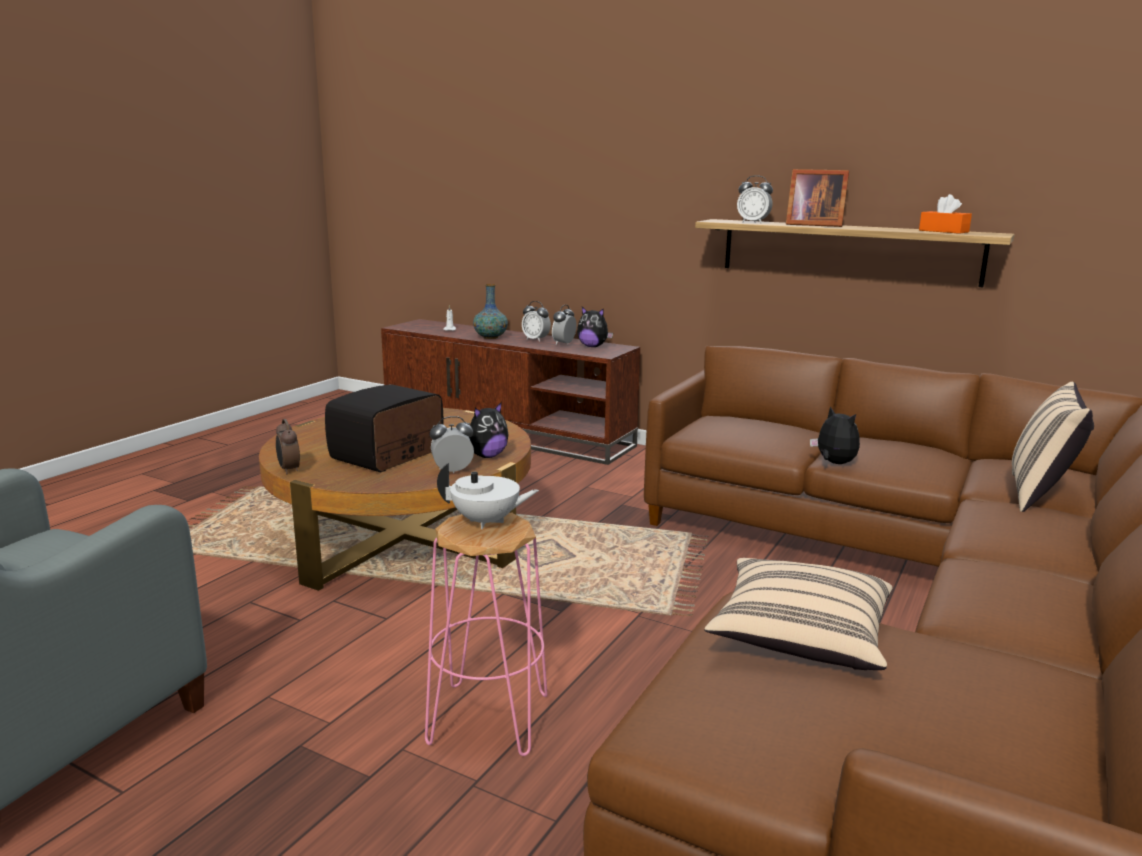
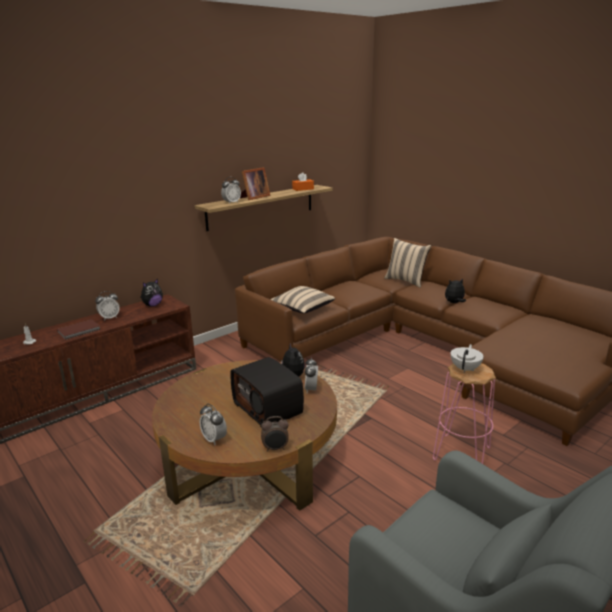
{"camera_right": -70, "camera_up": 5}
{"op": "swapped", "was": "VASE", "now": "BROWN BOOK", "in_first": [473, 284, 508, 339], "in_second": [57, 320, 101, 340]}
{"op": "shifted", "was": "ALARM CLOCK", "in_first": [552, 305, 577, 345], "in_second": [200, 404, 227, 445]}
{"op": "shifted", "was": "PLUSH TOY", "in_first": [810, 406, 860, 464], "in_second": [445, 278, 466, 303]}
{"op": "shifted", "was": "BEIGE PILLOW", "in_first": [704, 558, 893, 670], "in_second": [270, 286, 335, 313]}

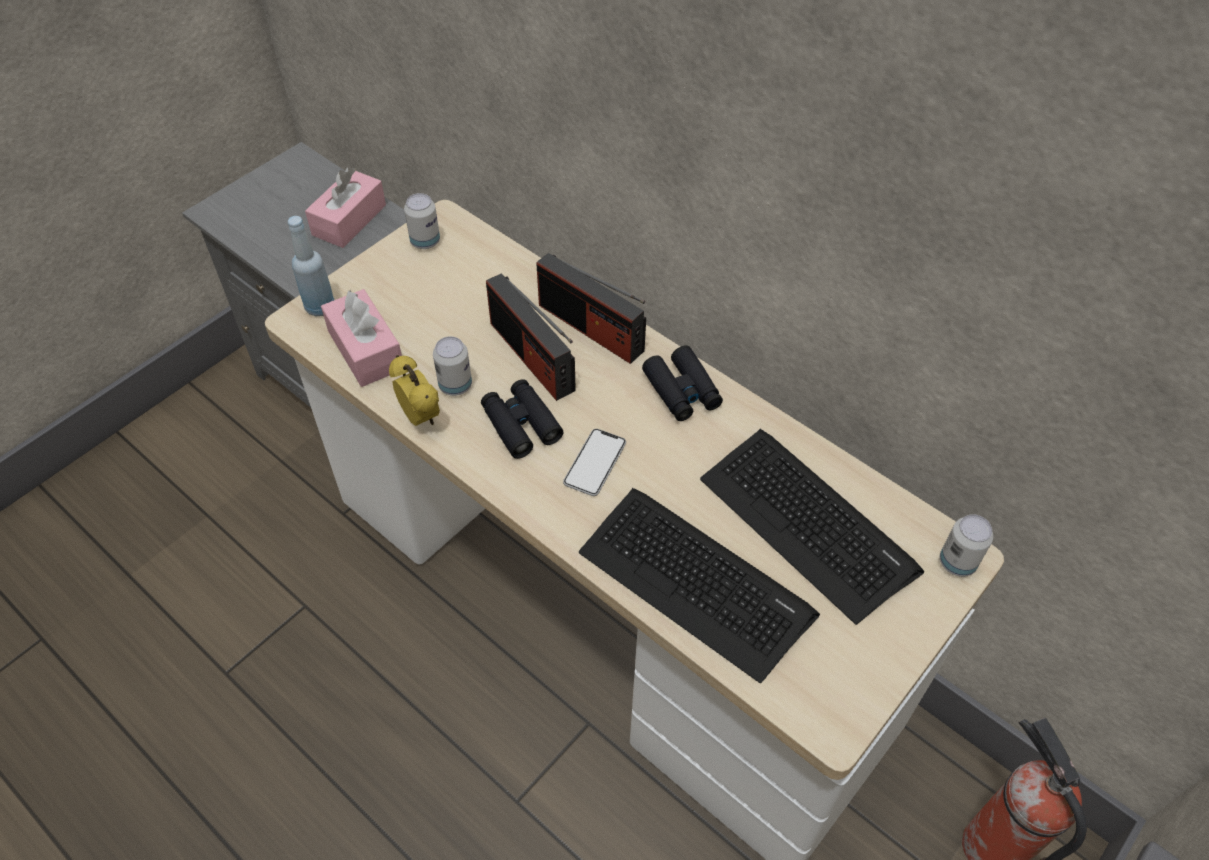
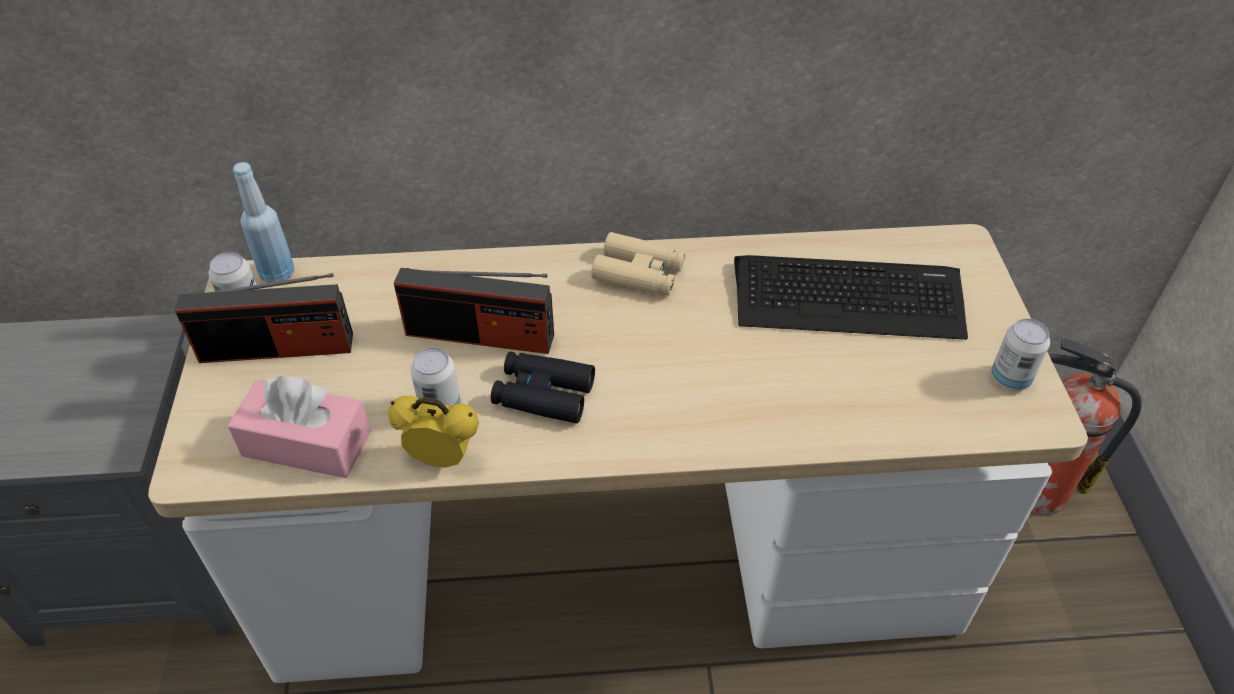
{"camera_right": -45, "camera_up": -5}
{"op": "gone", "was": "PINK TISSUE BOX", "in_first": [305, 167, 386, 248]}
{"op": "shifted", "was": "BLUE BOTTLE", "in_first": [288, 216, 334, 316], "in_second": [233, 162, 294, 283]}
{"op": "shifted", "was": "RADIO", "in_first": [536, 253, 646, 364], "in_second": [175, 273, 353, 363]}
{"op": "repainted", "was": "BLACK BINOCULARS", "now": "BEIGE BINOCULARS", "in_first": [642, 346, 723, 421], "in_second": [591, 232, 685, 295]}
{"op": "gone", "was": "PHONE", "in_first": [563, 429, 626, 496]}
{"op": "gone", "was": "KEYBOARD", "in_first": [579, 488, 820, 683]}
{"op": "shifted", "was": "CAN", "in_first": [940, 514, 993, 577], "in_second": [991, 319, 1050, 391]}

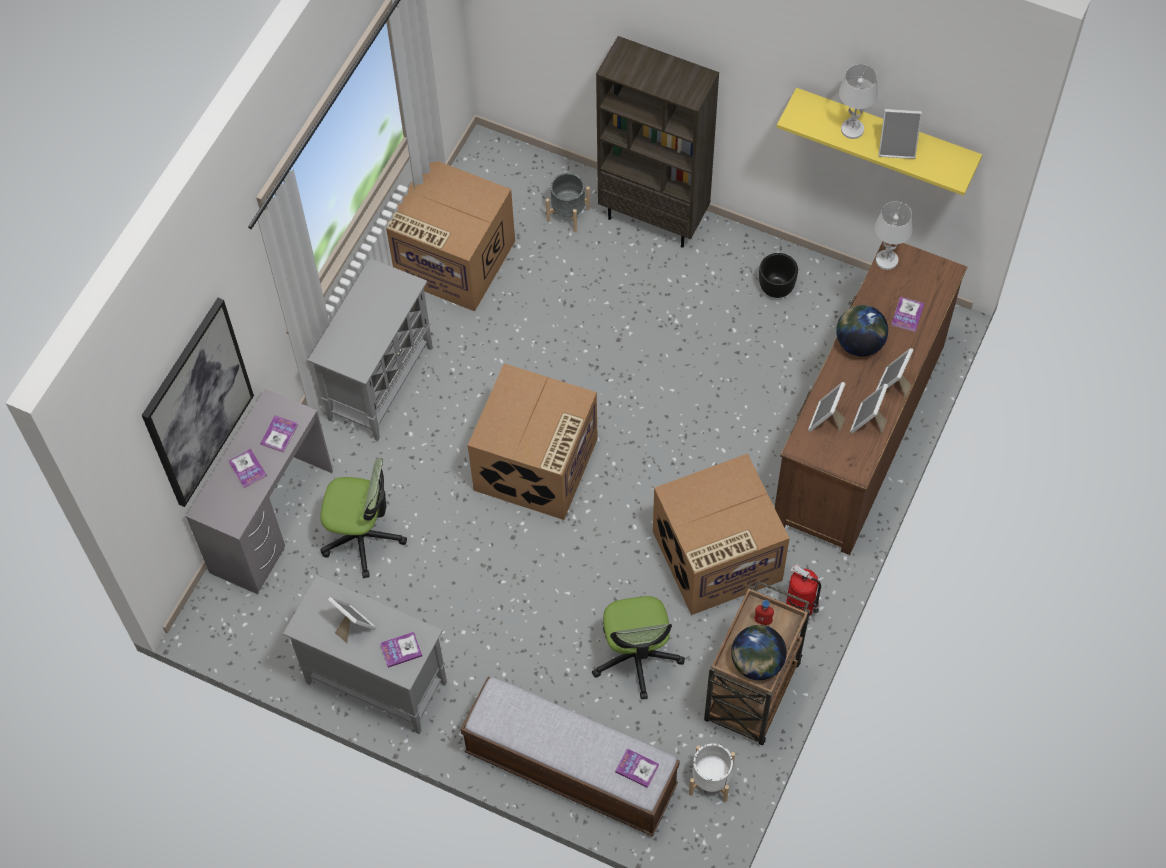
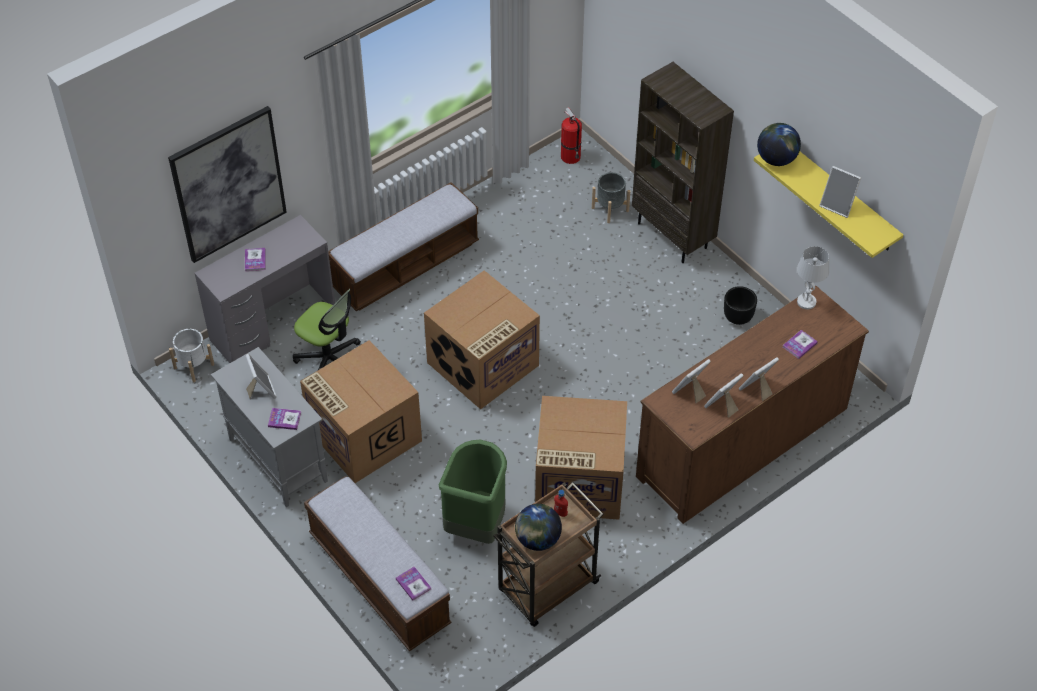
{"camera_right": 25, "camera_up": -10}
{"op": "gone", "was": "WHITE TABLE LAMP", "in_first": [839, 64, 878, 139]}
{"op": "shifted", "was": "CARDBOARD BOX", "in_first": [386, 161, 515, 311], "in_second": [300, 340, 422, 483]}
{"op": "swapped", "was": "GREY CABINET", "now": "BENCH", "in_first": [308, 258, 433, 441], "in_second": [328, 182, 479, 311]}
{"op": "shifted", "was": "GLOBE", "in_first": [836, 305, 888, 357], "in_second": [757, 123, 801, 166]}
{"op": "gone", "was": "BOOK", "in_first": [260, 415, 298, 453]}
{"op": "shifted", "was": "FIRE EXTINGUISHER", "in_first": [786, 564, 821, 616], "in_second": [561, 107, 582, 164]}
{"op": "swapped", "was": "OFFICE CHAIR", "now": "GREEN TRASH CAN", "in_first": [592, 596, 685, 700], "in_second": [439, 440, 507, 544]}
{"op": "shifted", "was": "WHITE PLANTER", "in_first": [689, 743, 735, 802], "in_second": [169, 329, 214, 382]}

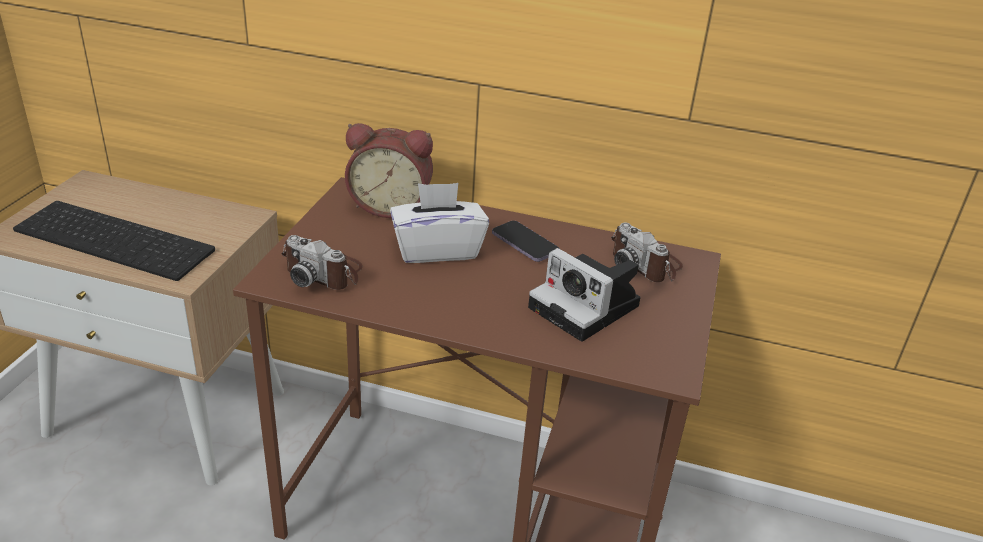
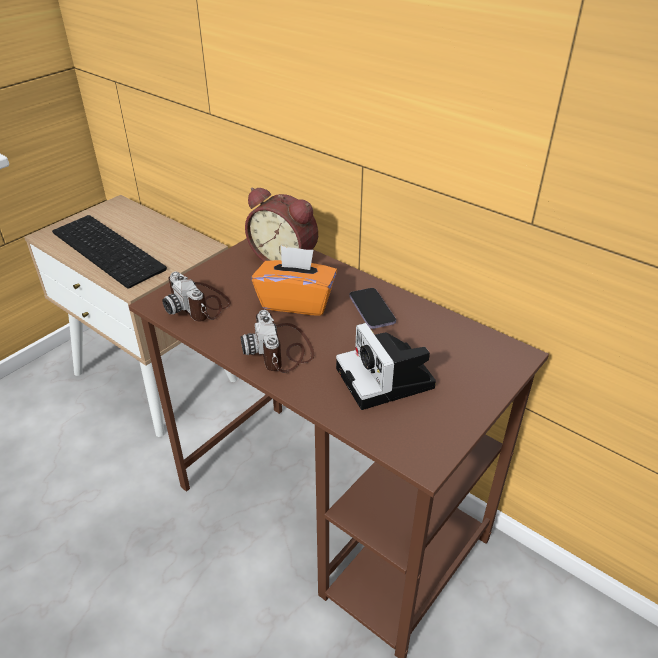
{"camera_right": 25, "camera_up": 5}
{"op": "repainted", "was": "WHITE TISSUE BOX", "now": "ORANGE TISSUE BOX", "in_first": [390, 183, 489, 263], "in_second": [252, 245, 337, 316]}
{"op": "shifted", "was": "PHOTO CAMERA", "in_first": [611, 222, 683, 282], "in_second": [241, 310, 314, 373]}

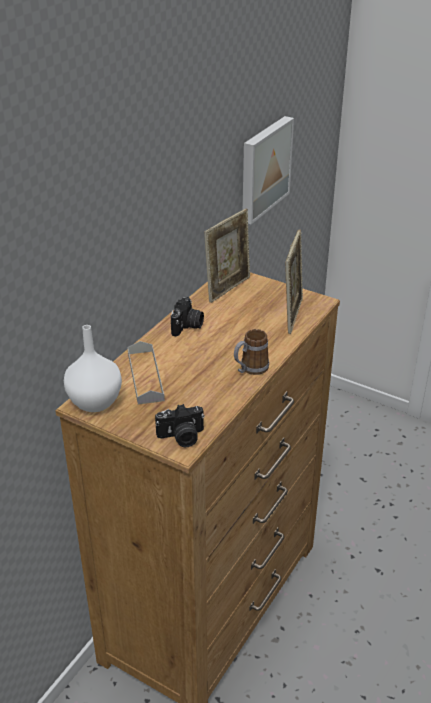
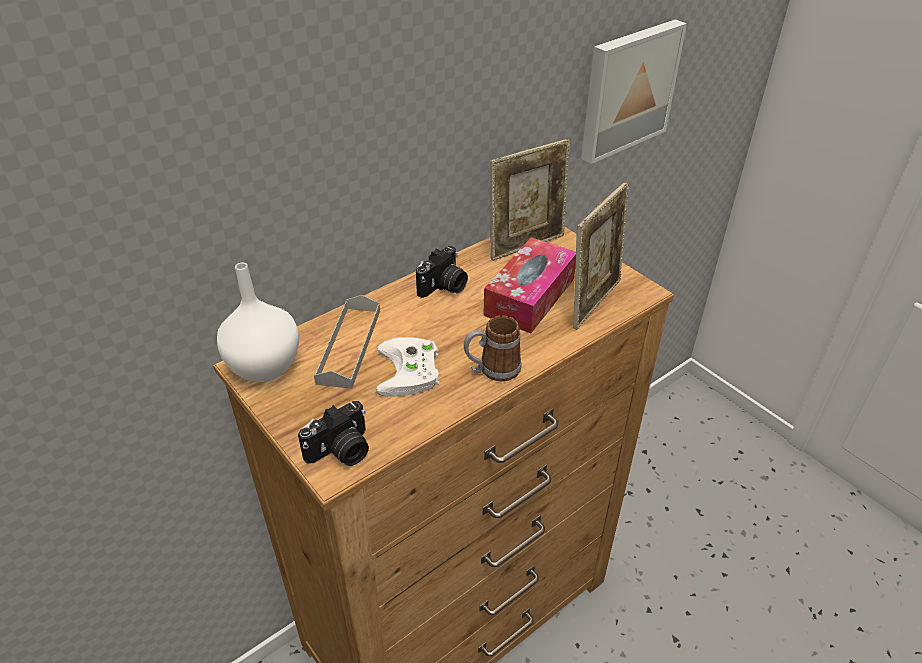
{"camera_right": 20, "camera_up": 5}
{"op": "rotated", "was": "PHOTO CAMERA", "in_first": [155, 404, 205, 447], "in_second": [298, 401, 369, 466], "clockwise": -45}
{"op": "new", "now": "TISSUE BOX", "in_second": [483, 237, 576, 333]}
{"op": "new", "now": "WHITE GAME CONTROLLER", "in_second": [376, 337, 439, 397]}

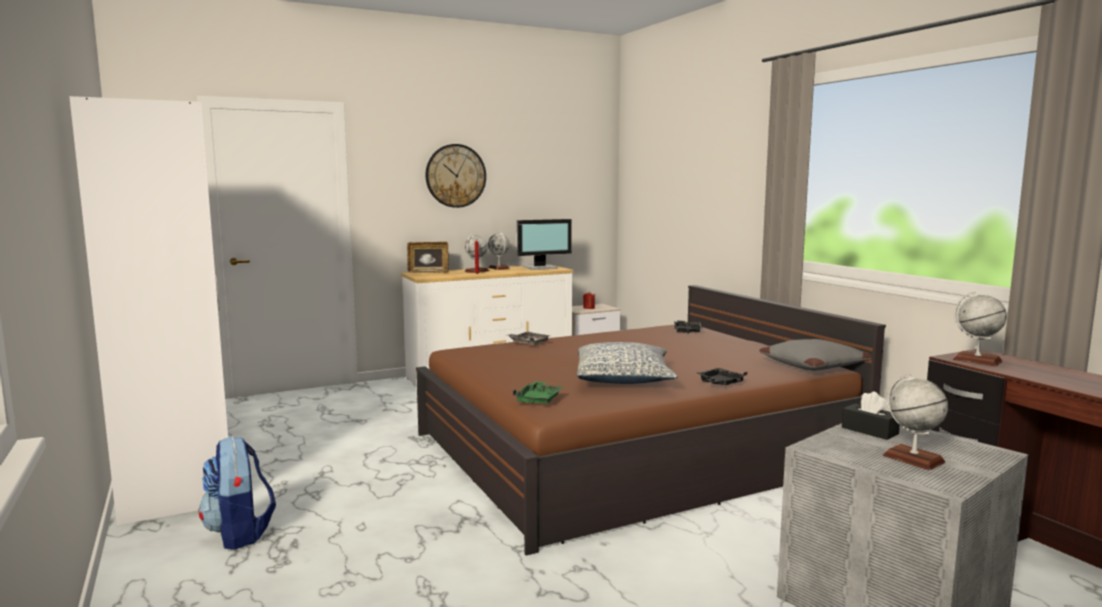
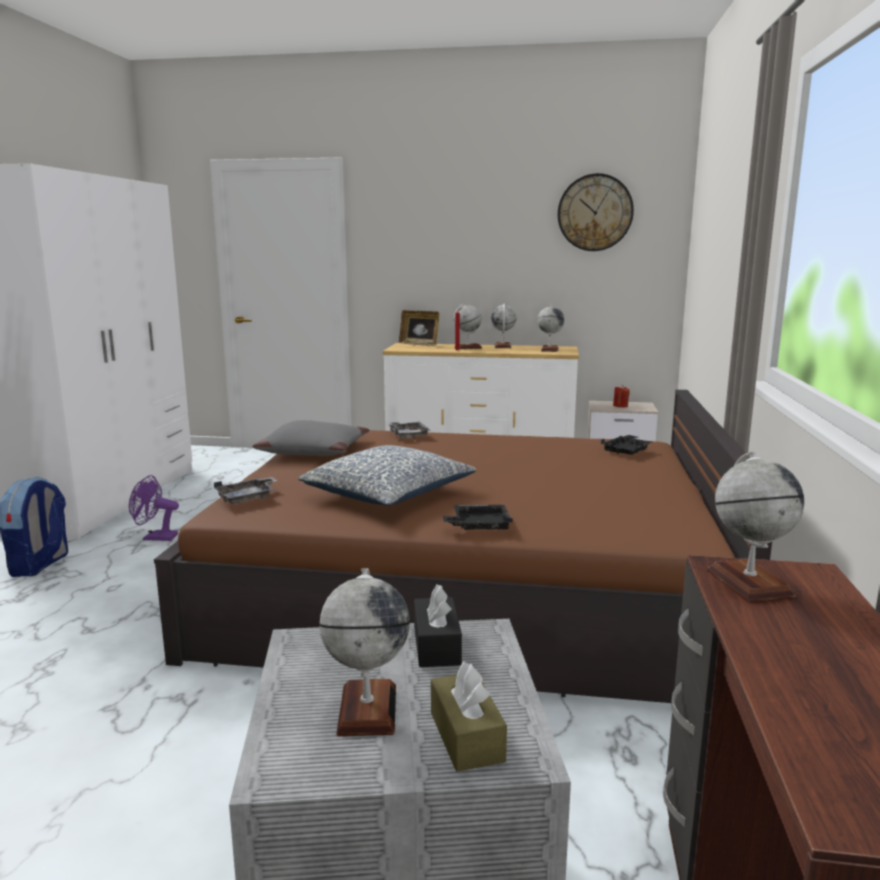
{"camera_right": 35, "camera_up": 5}
{"op": "shifted", "was": "WALL CLOCK", "in_first": [425, 144, 486, 208], "in_second": [558, 173, 634, 251]}
{"op": "swapped", "was": "MONITOR", "now": "GLOBE", "in_first": [517, 219, 572, 270], "in_second": [537, 305, 564, 352]}
{"op": "shifted", "was": "GREY PILLOW", "in_first": [759, 339, 872, 371], "in_second": [252, 420, 370, 456]}
{"op": "repainted", "was": "GREEN TRAY", "now": "GREY TRAY", "in_first": [513, 381, 563, 405], "in_second": [214, 477, 277, 504]}
{"op": "new", "now": "PURPLE FAN", "in_second": [129, 475, 179, 541]}
{"op": "new", "now": "BROWN TISSUE BOX", "in_second": [431, 661, 507, 772]}

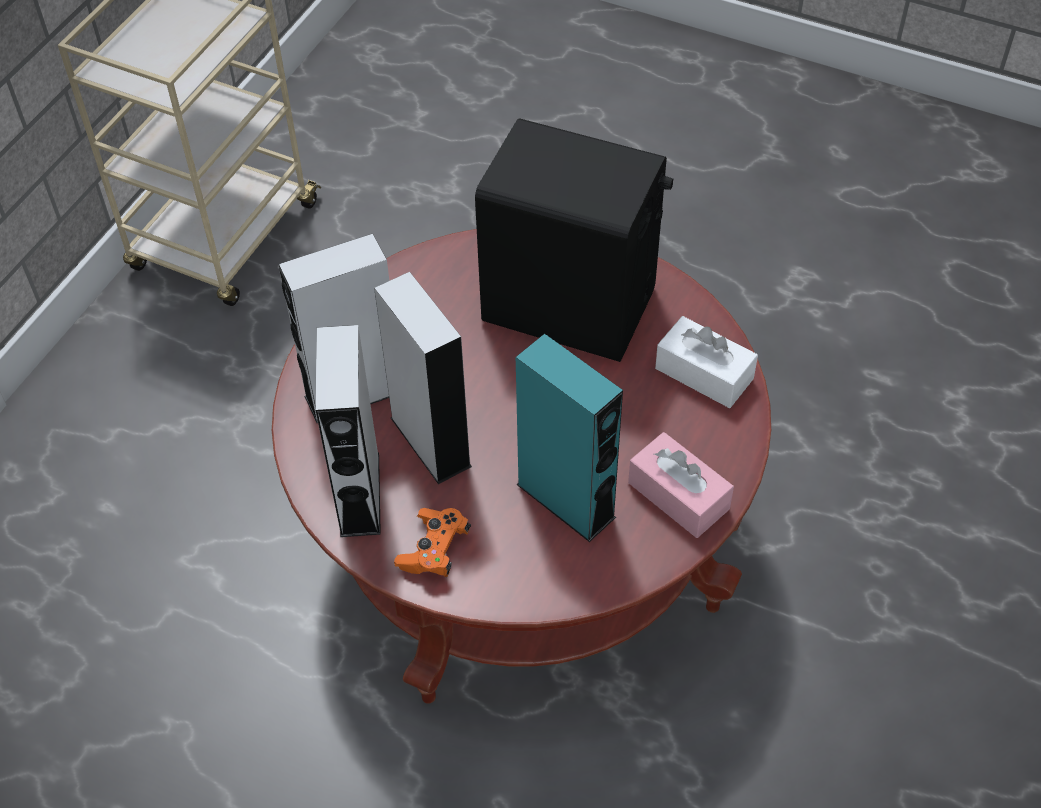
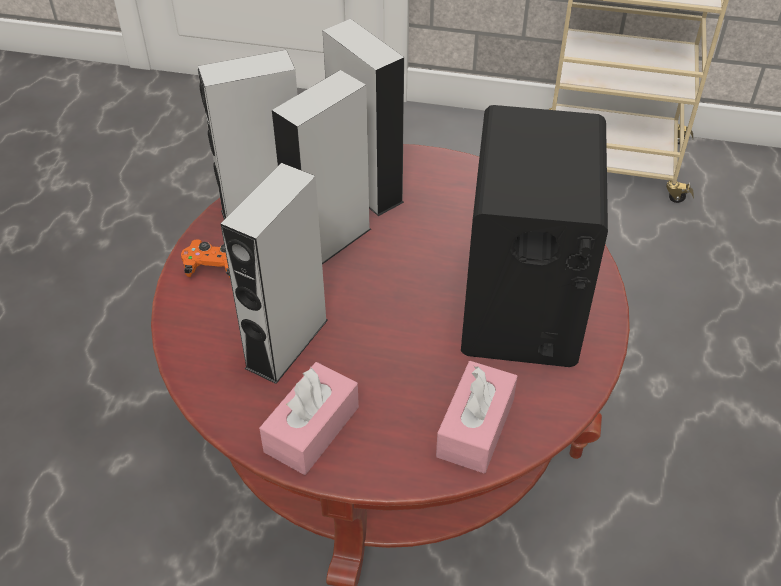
{"camera_right": 75, "camera_up": -5}
{"op": "repainted", "was": "WHITE TISSUE BOX", "now": "PINK TISSUE BOX", "in_first": [655, 316, 758, 408], "in_second": [436, 361, 518, 473]}
{"op": "repainted", "was": "TURQUOISE SPEAKER", "now": "GREY SPEAKER", "in_first": [516, 334, 623, 542], "in_second": [221, 163, 328, 384]}

